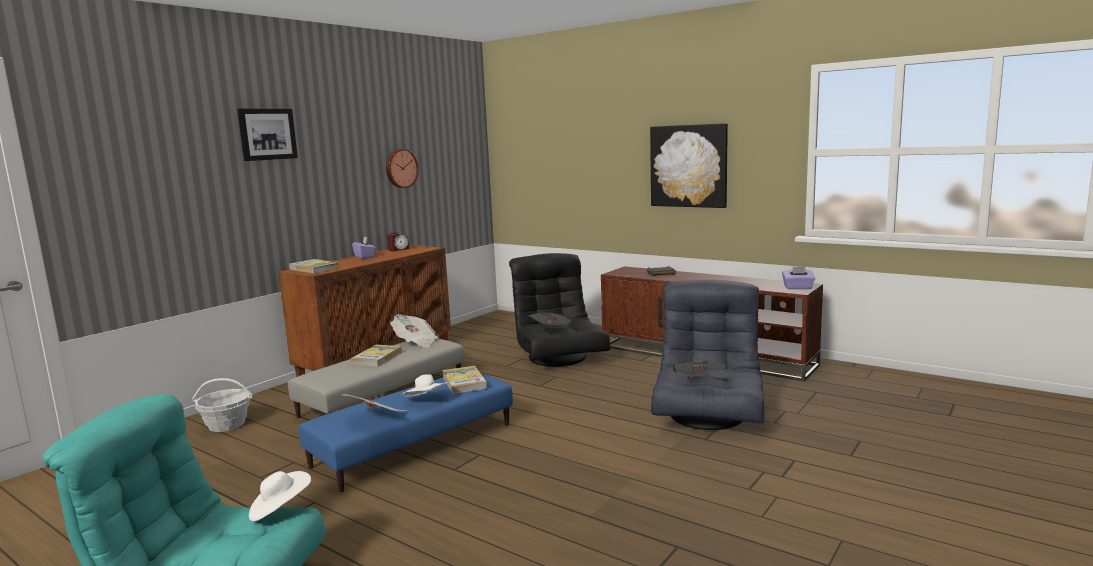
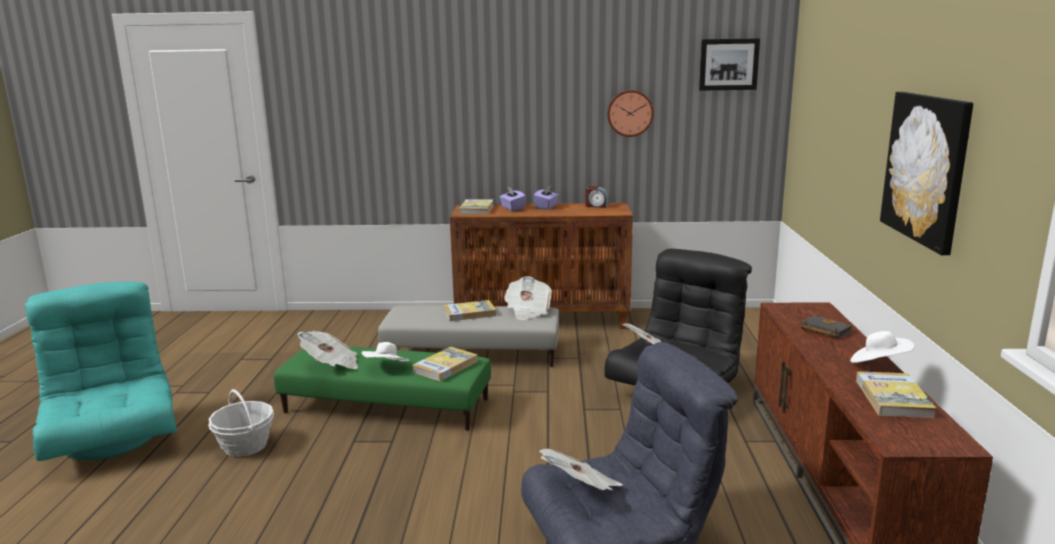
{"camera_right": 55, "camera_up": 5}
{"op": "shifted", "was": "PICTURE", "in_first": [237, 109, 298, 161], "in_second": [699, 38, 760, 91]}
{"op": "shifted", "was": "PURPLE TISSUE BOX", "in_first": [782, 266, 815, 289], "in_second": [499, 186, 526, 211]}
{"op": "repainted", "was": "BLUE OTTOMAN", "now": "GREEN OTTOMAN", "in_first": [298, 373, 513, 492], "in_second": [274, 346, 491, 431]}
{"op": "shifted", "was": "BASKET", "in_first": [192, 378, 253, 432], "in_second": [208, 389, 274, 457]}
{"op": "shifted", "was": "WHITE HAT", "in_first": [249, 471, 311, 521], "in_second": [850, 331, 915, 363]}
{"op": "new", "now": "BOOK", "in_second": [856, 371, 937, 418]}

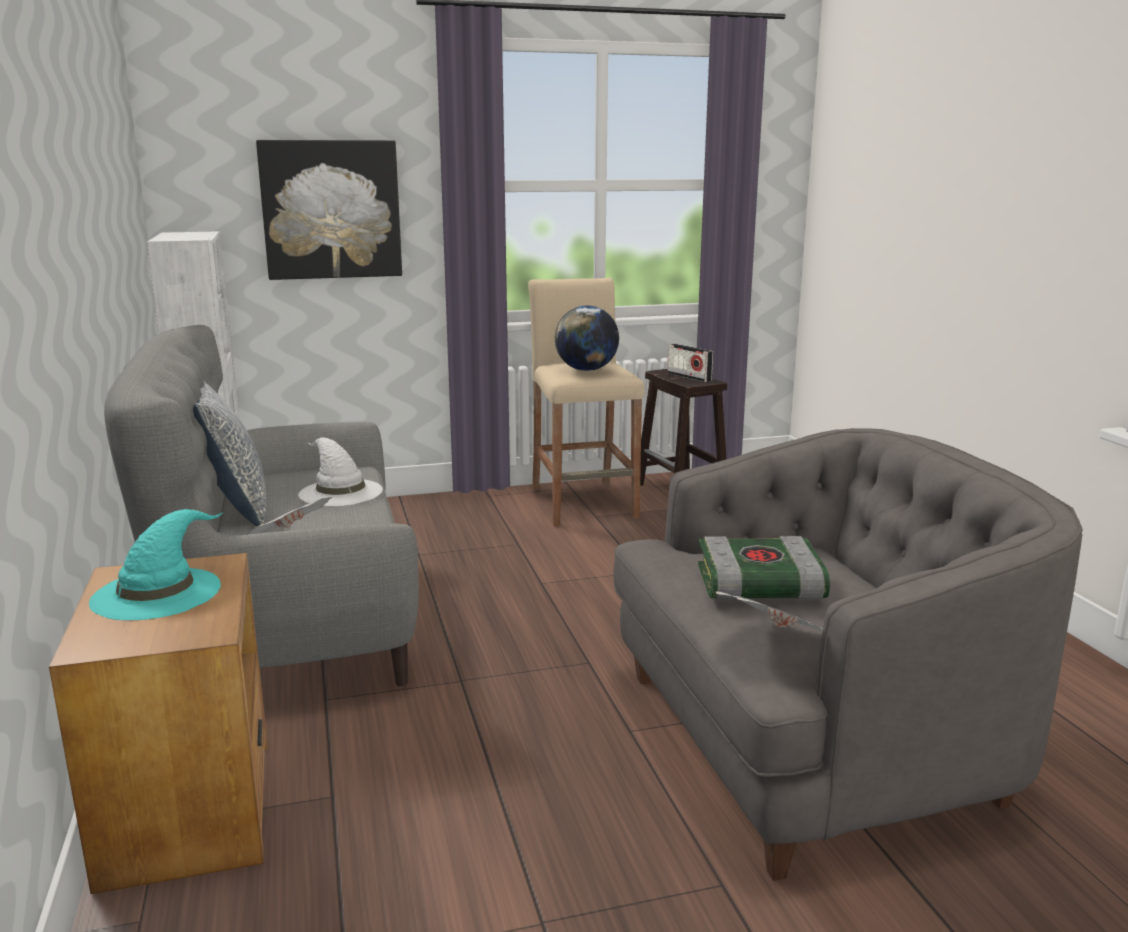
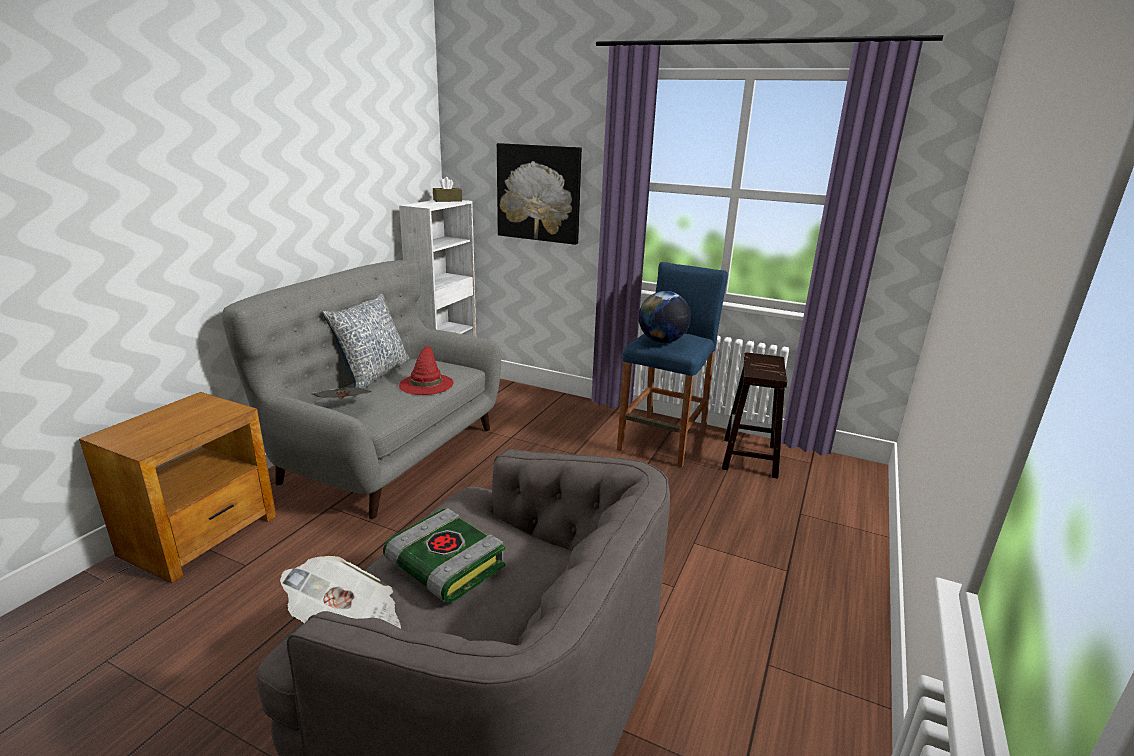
{"camera_right": 40, "camera_up": 5}
{"op": "repainted", "was": "BEIGE STOOL", "now": "BLUE STOOL", "in_first": [528, 278, 645, 526], "in_second": [617, 262, 728, 467]}
{"op": "gone", "was": "RADIO", "in_first": [667, 344, 713, 382]}
{"op": "repainted", "was": "WHITE HAT", "now": "RED HAT", "in_first": [298, 437, 383, 506], "in_second": [399, 346, 454, 395]}
{"op": "gone", "was": "TURQUOISE HAT", "in_first": [89, 509, 223, 620]}
{"op": "new", "now": "BROWN TISSUE BOX", "in_second": [433, 177, 462, 202]}

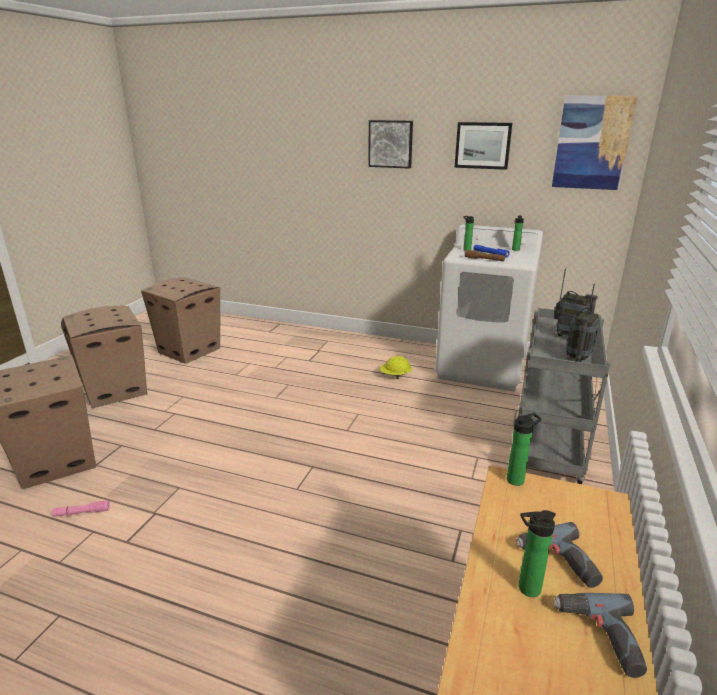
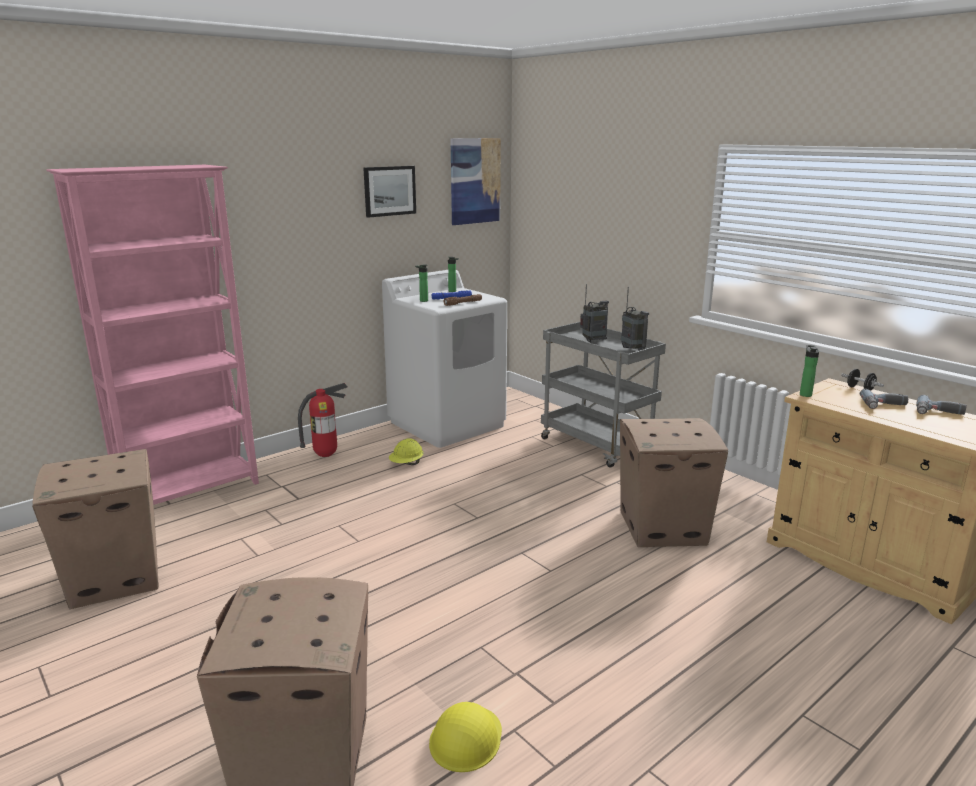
{"camera_right": -60, "camera_up": -5}
{"op": "gone", "was": "PICTURE", "in_first": [368, 120, 413, 169]}
{"op": "shifted", "was": "CARDBOARD BOX", "in_first": [61, 306, 147, 408], "in_second": [620, 418, 728, 547]}
{"op": "swapped", "was": "PINK FLASHLIGHT", "now": "YELLOW HARD HAT", "in_first": [52, 501, 110, 517], "in_second": [429, 702, 502, 772]}
{"op": "gone", "was": "BOTTLE", "in_first": [518, 510, 556, 597]}
{"op": "new", "now": "PINK BOOKCASE", "in_second": [46, 165, 259, 505]}
{"op": "new", "now": "BLACK DUMBBELL", "in_second": [841, 369, 884, 391]}
{"op": "new", "now": "FIRE EXTINGUISHER", "in_second": [298, 383, 347, 457]}

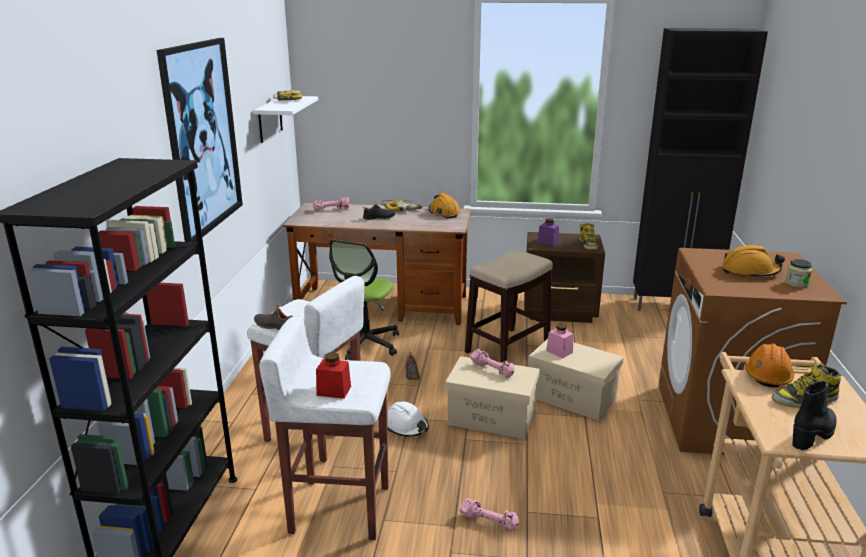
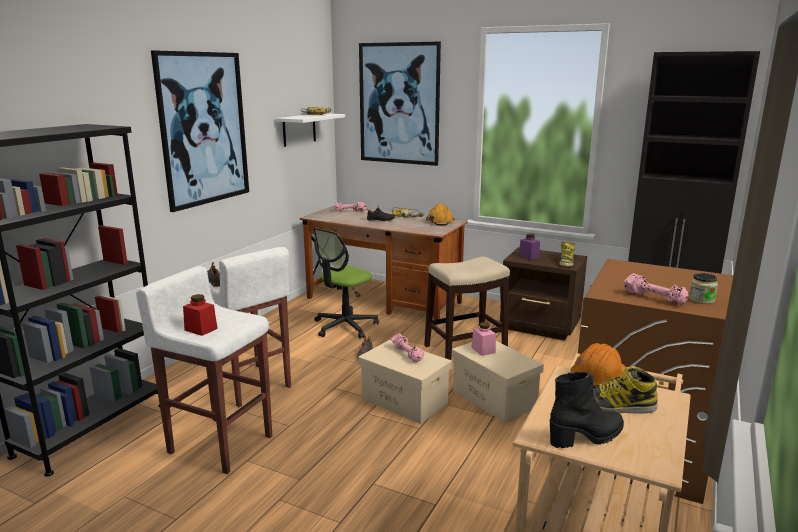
{"camera_right": 20, "camera_up": -5}
{"op": "gone", "was": "ORANGE HARD HAT", "in_first": [722, 245, 785, 278]}
{"op": "gone", "was": "WHITE HARD HAT", "in_first": [387, 402, 429, 437]}
{"op": "shifted", "was": "PINK DUMBBELL", "in_first": [459, 498, 519, 532], "in_second": [624, 273, 689, 305]}
{"op": "new", "now": "PICTURE", "in_second": [359, 42, 441, 166]}

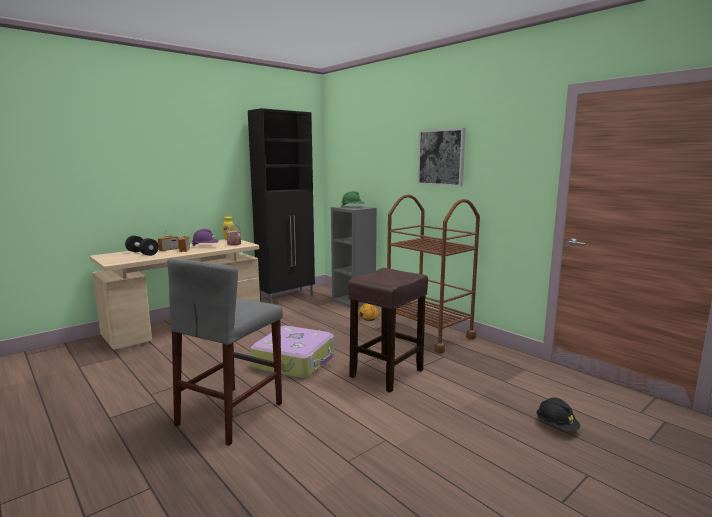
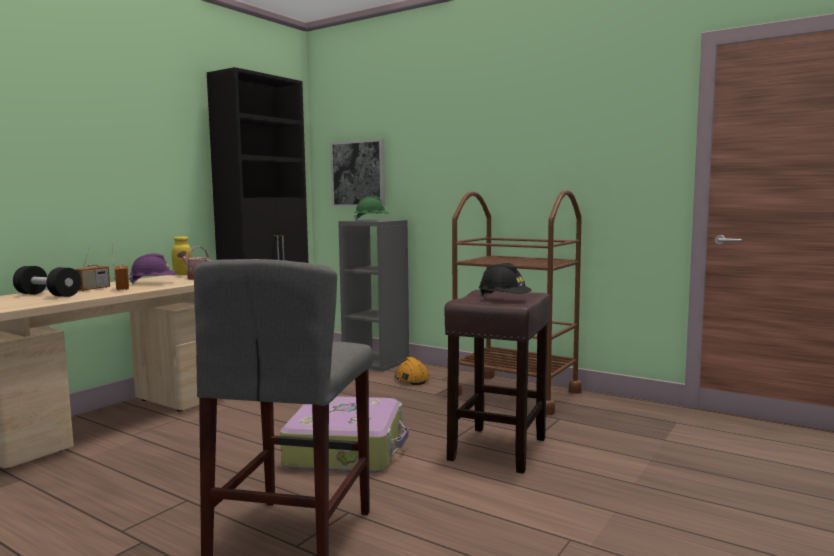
{"camera_right": -15, "camera_up": -5}
{"op": "shifted", "was": "PICTURE", "in_first": [418, 128, 466, 187], "in_second": [330, 139, 385, 207]}
{"op": "shifted", "was": "BLACK HARD HAT", "in_first": [536, 398, 580, 432], "in_second": [479, 263, 531, 298]}

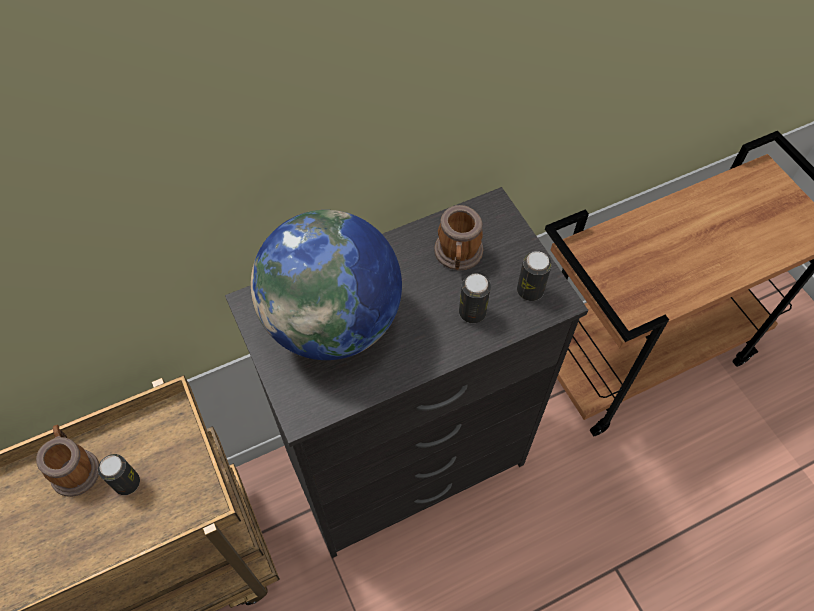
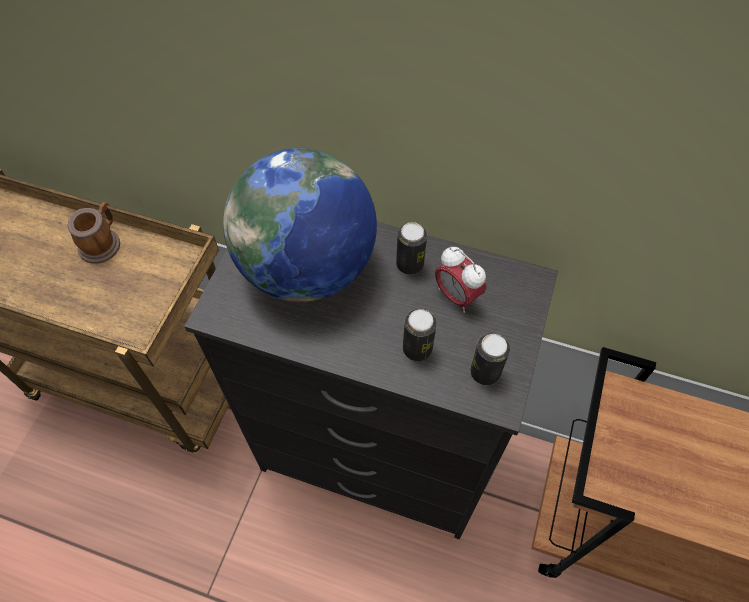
{"camera_right": 45, "camera_up": 0}
{"op": "swapped", "was": "MUG", "now": "ALARM CLOCK", "in_first": [434, 205, 483, 271], "in_second": [435, 247, 486, 313]}
{"op": "shifted", "was": "CAN", "in_first": [98, 454, 140, 495], "in_second": [396, 222, 427, 275]}

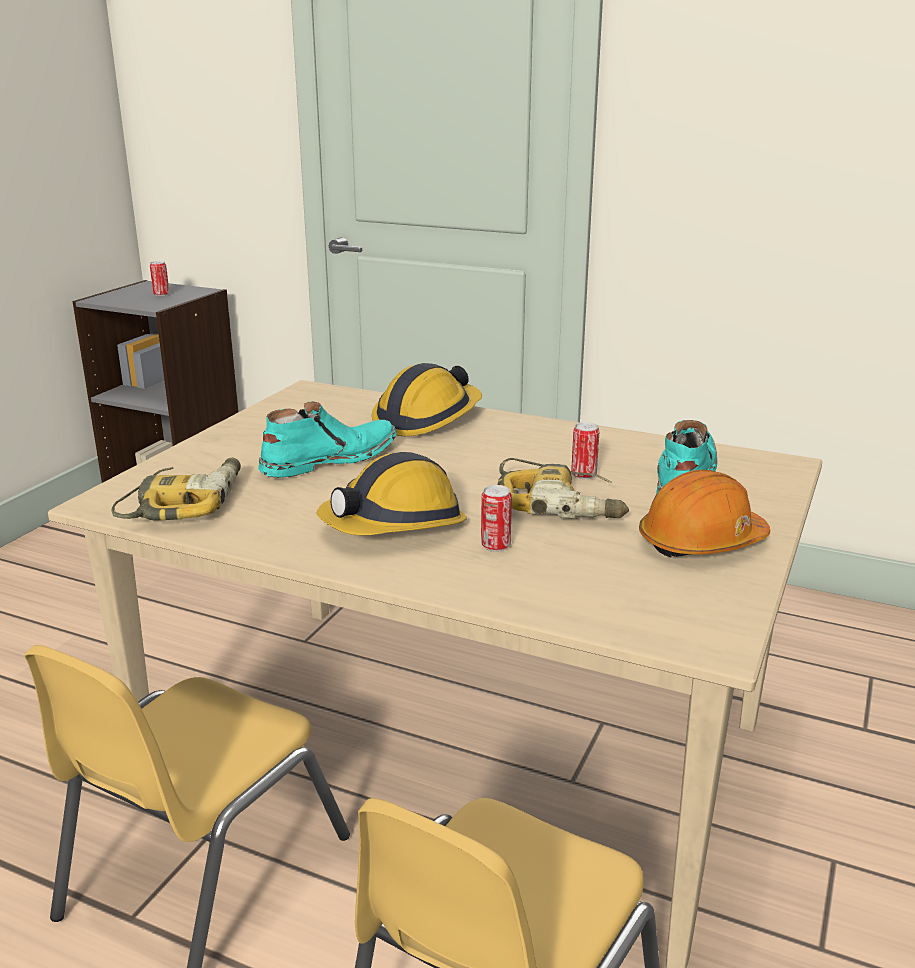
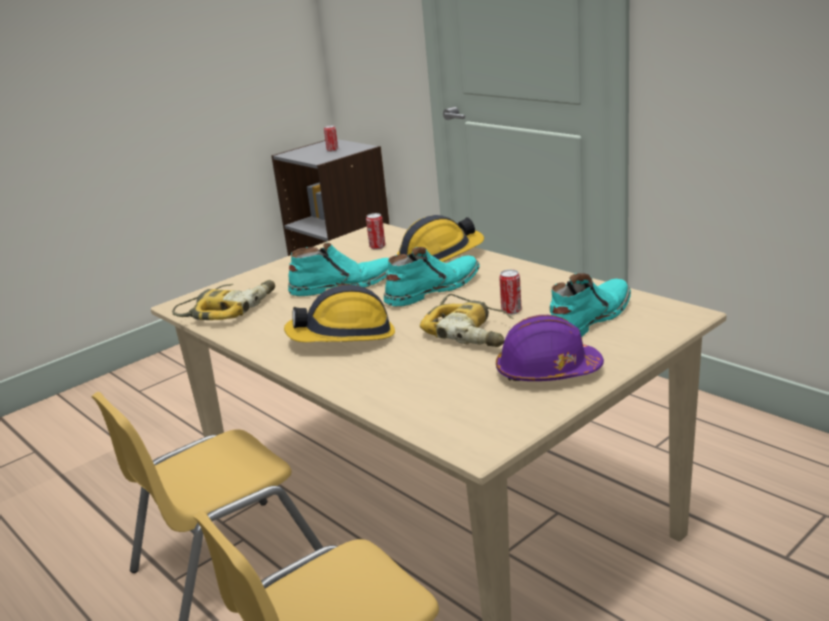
{"camera_right": 25, "camera_up": 0}
{"op": "repainted", "was": "ORANGE HARD HAT", "now": "PURPLE HARD HAT", "in_first": [639, 470, 770, 557], "in_second": [496, 315, 604, 381]}
{"op": "shifted", "was": "CAN", "in_first": [481, 485, 512, 552], "in_second": [366, 213, 385, 250]}
{"op": "new", "now": "TURQUOISE BOOT", "in_second": [384, 247, 480, 307]}

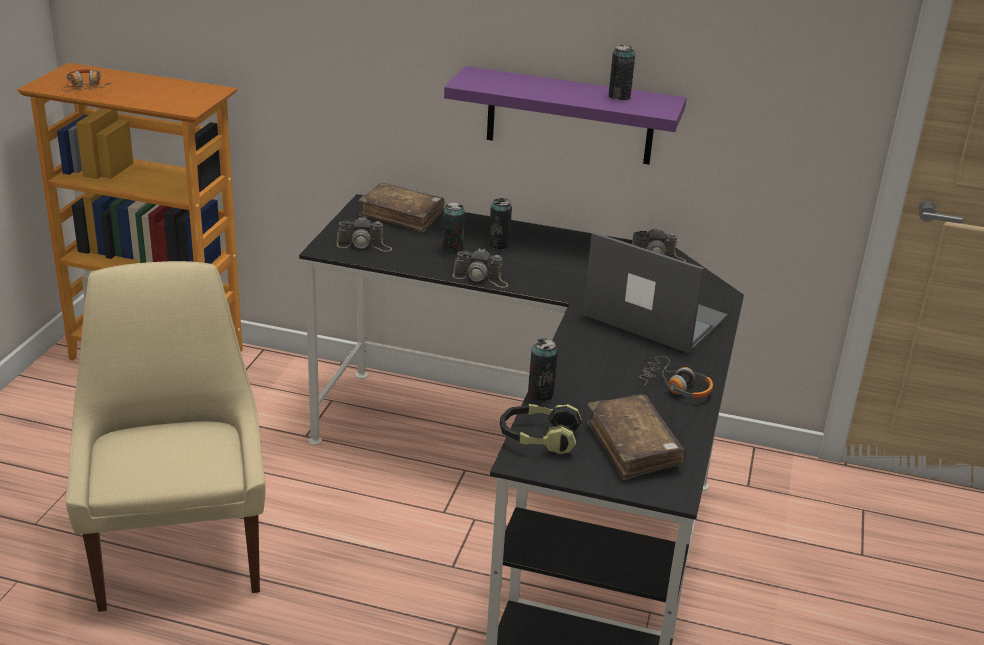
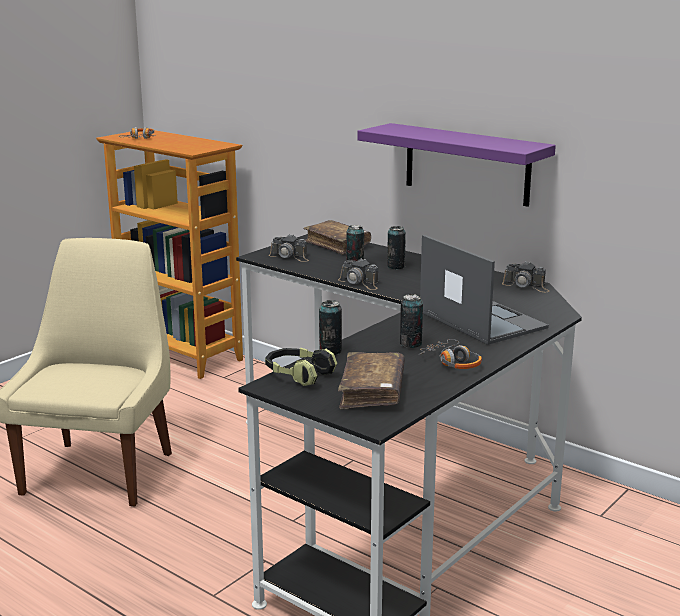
{"camera_right": 25, "camera_up": -10}
{"op": "shifted", "was": "CAN", "in_first": [609, 45, 635, 100], "in_second": [400, 294, 423, 348]}

